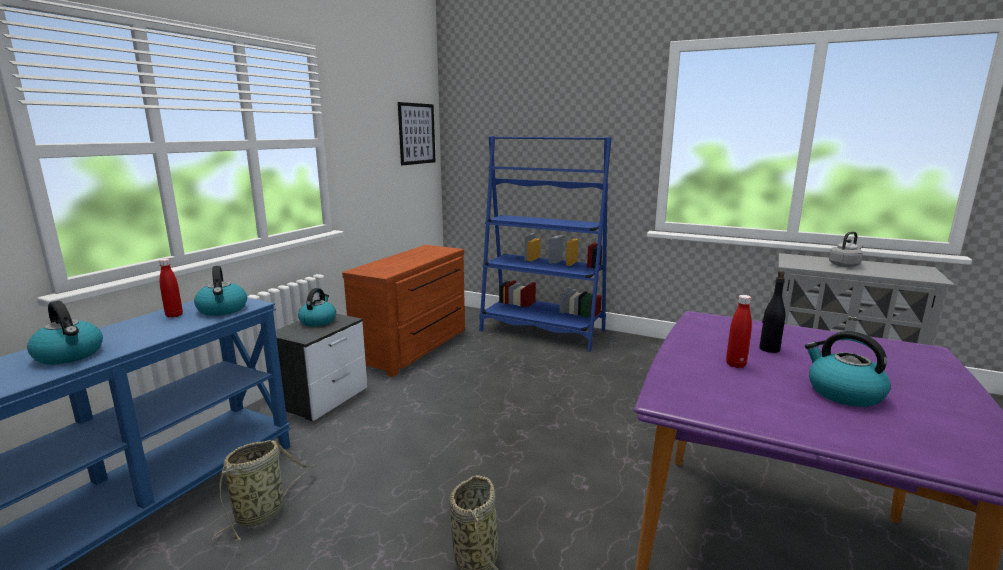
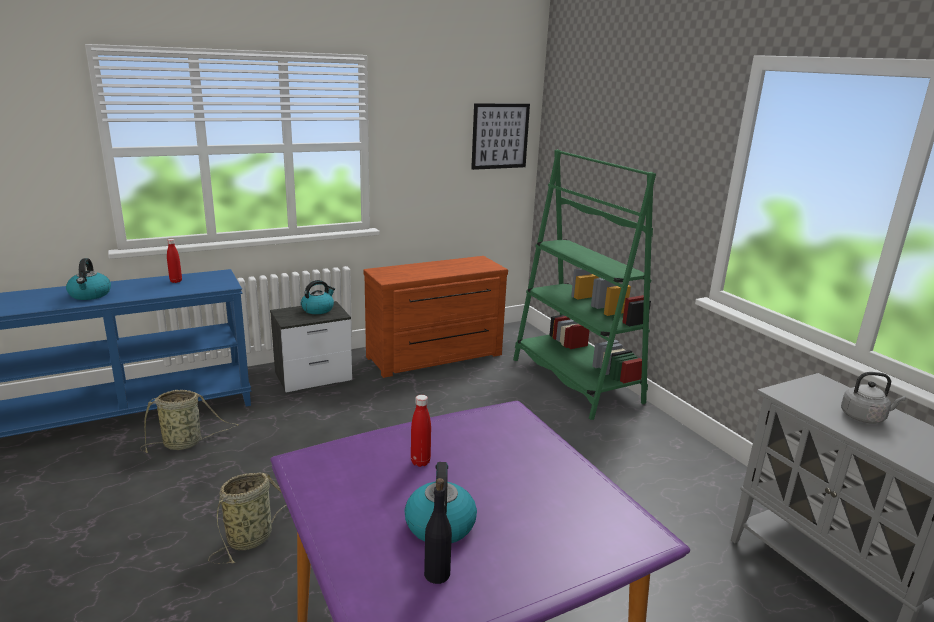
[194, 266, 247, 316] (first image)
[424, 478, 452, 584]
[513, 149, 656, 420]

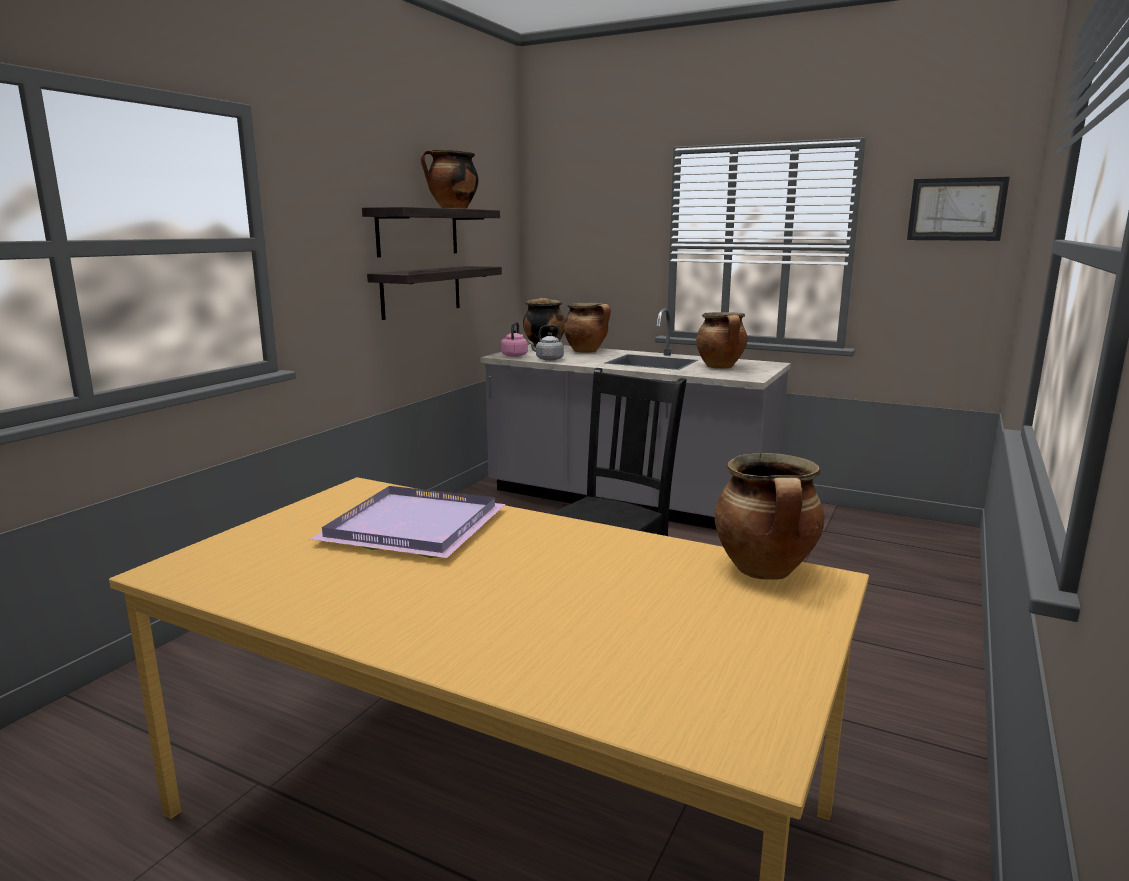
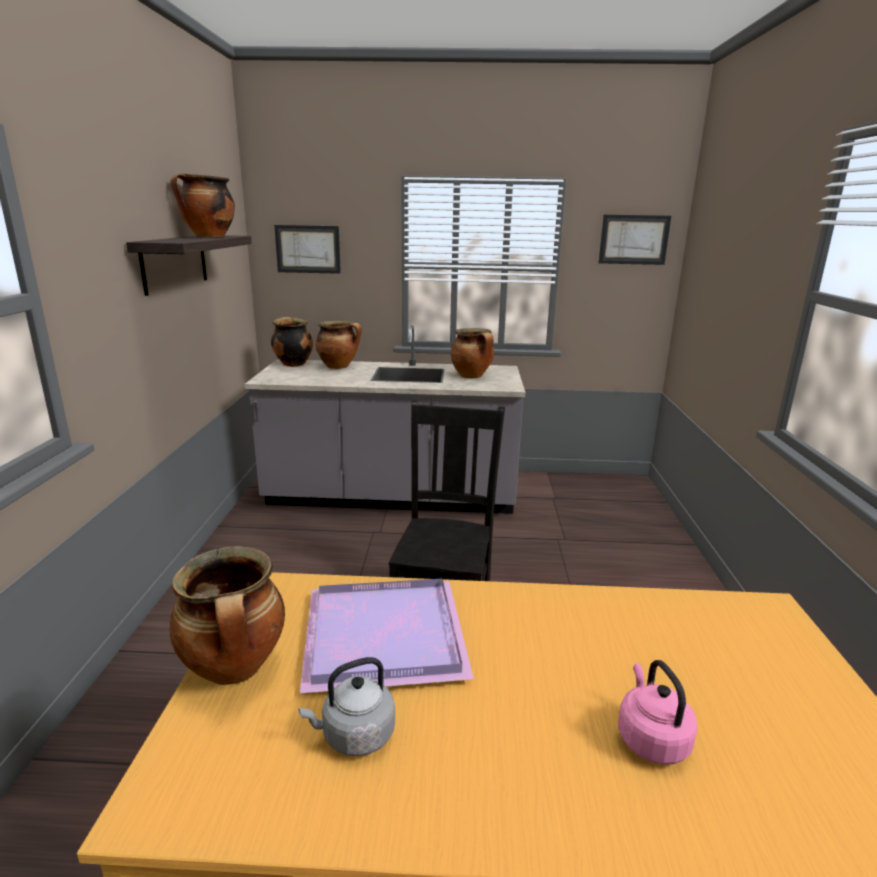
[367, 266, 502, 320] (first image)
[274, 225, 341, 274]
[618, 660, 698, 765]
[299, 657, 395, 756]
[169, 546, 285, 685]

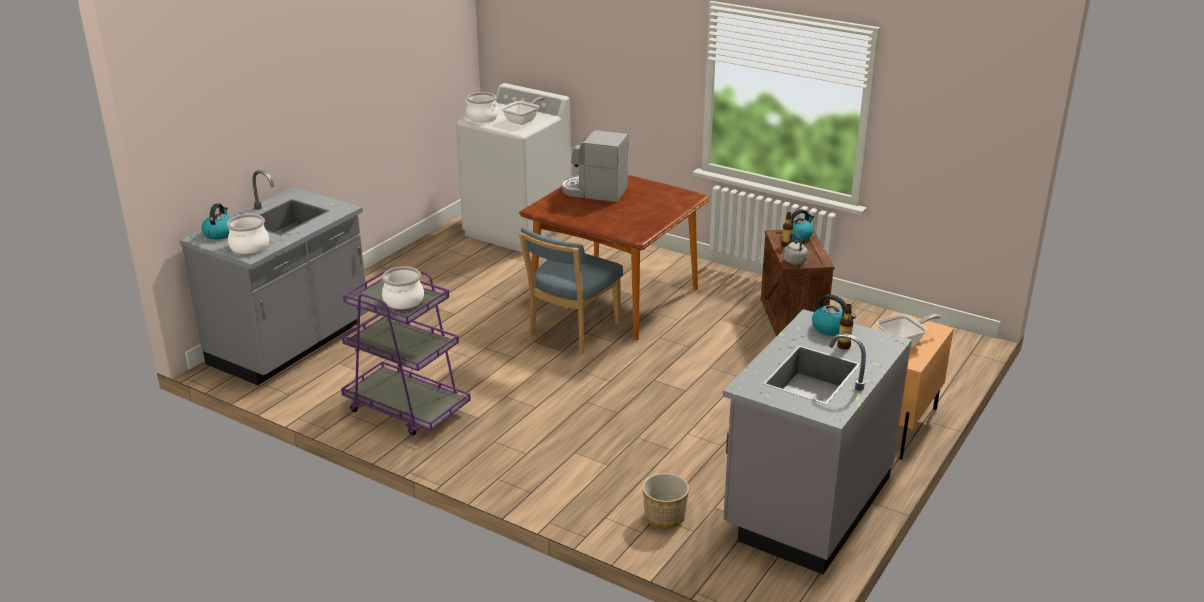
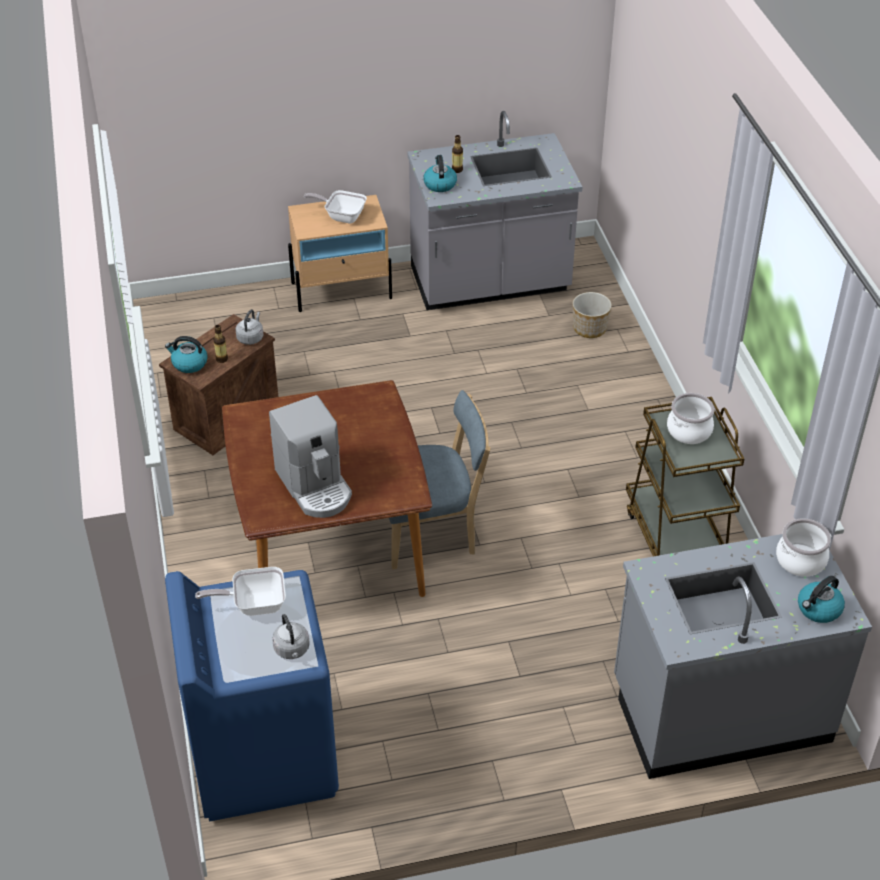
[272, 614, 310, 659]
[626, 397, 745, 556]
[165, 570, 339, 822]

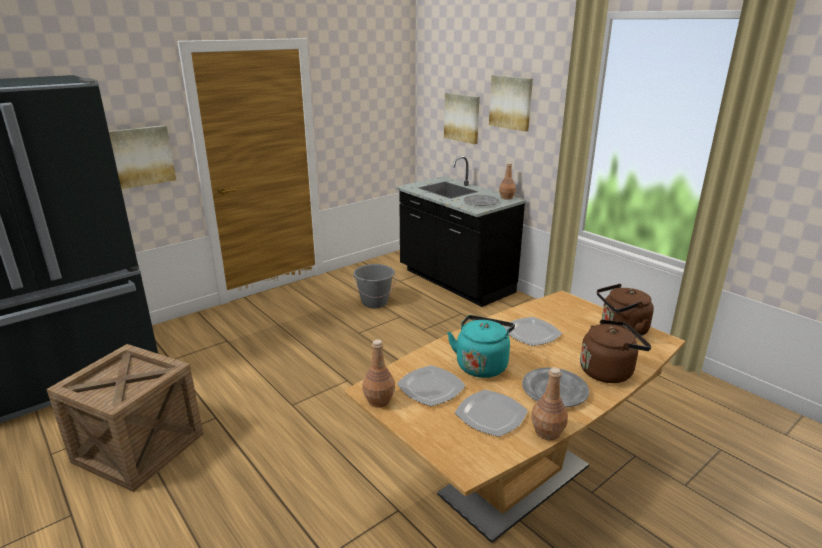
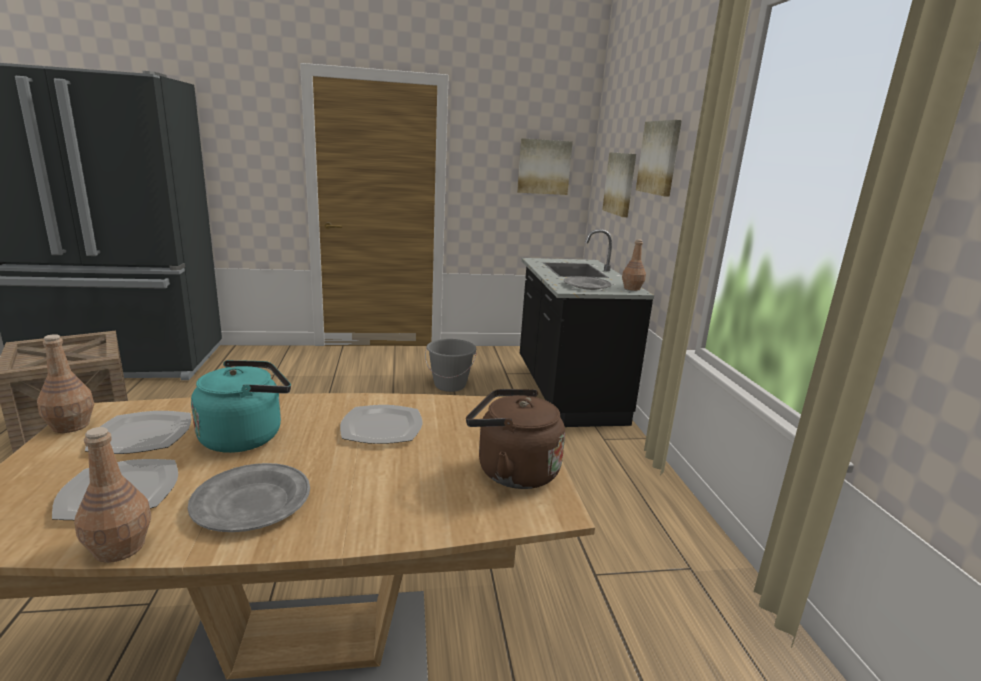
[580, 319, 651, 383] (first image)
[517, 138, 573, 195]

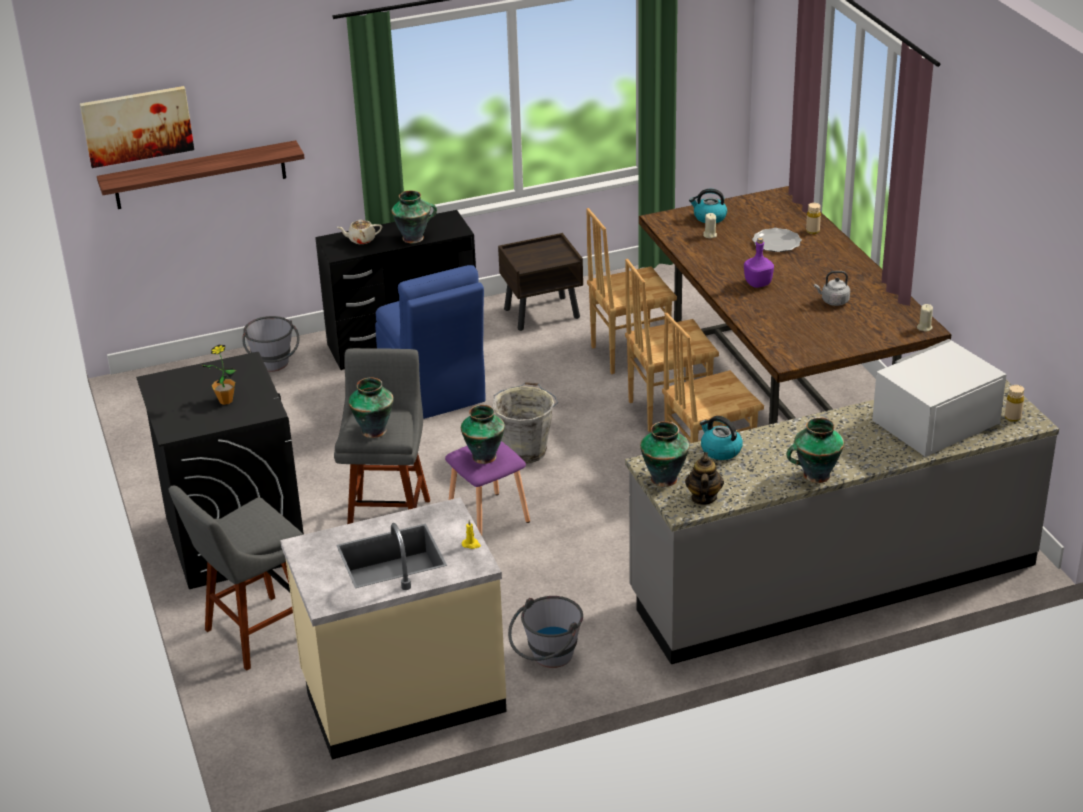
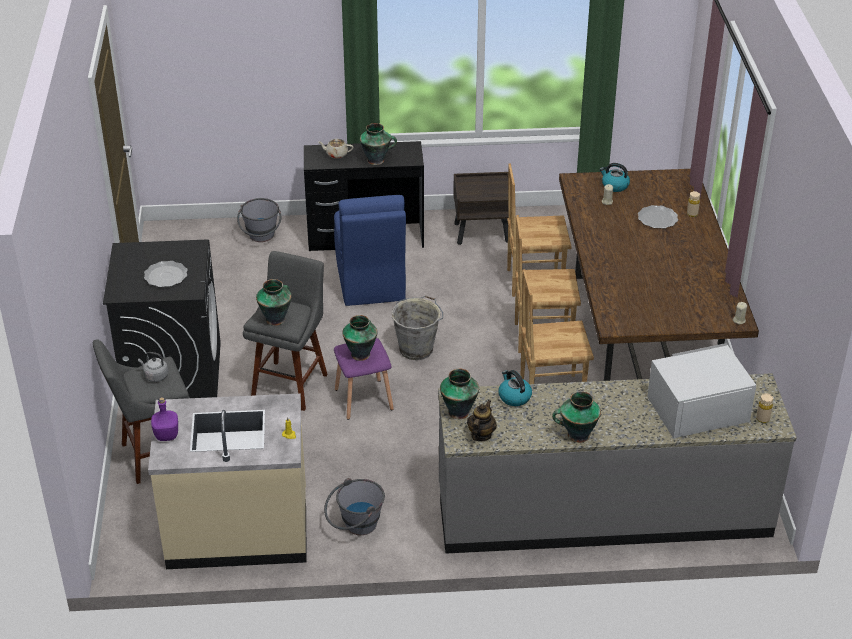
[80, 86, 194, 168] (first image)
[97, 140, 305, 209] (first image)
[151, 397, 178, 441]
[138, 352, 168, 382]
[144, 261, 188, 287]

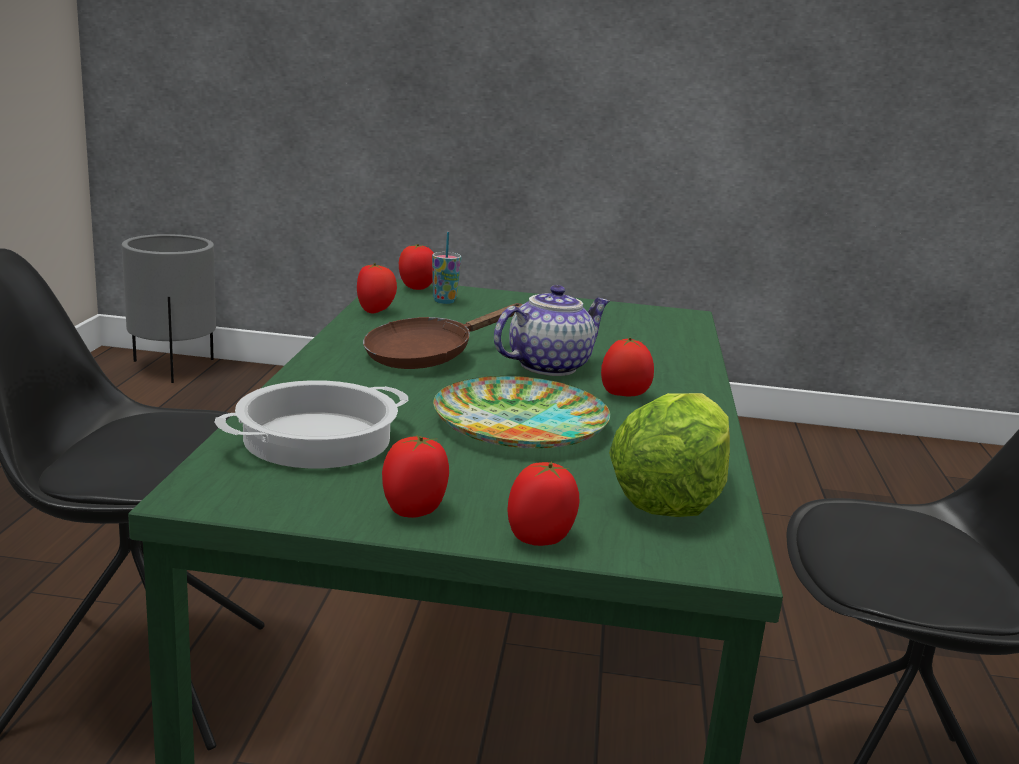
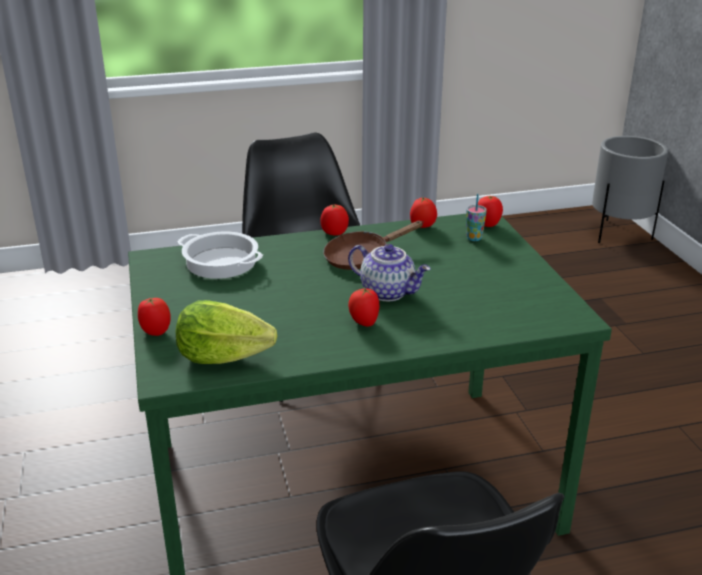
[433, 376, 610, 448] (first image)
[321, 204, 349, 236]
[323, 221, 424, 270]

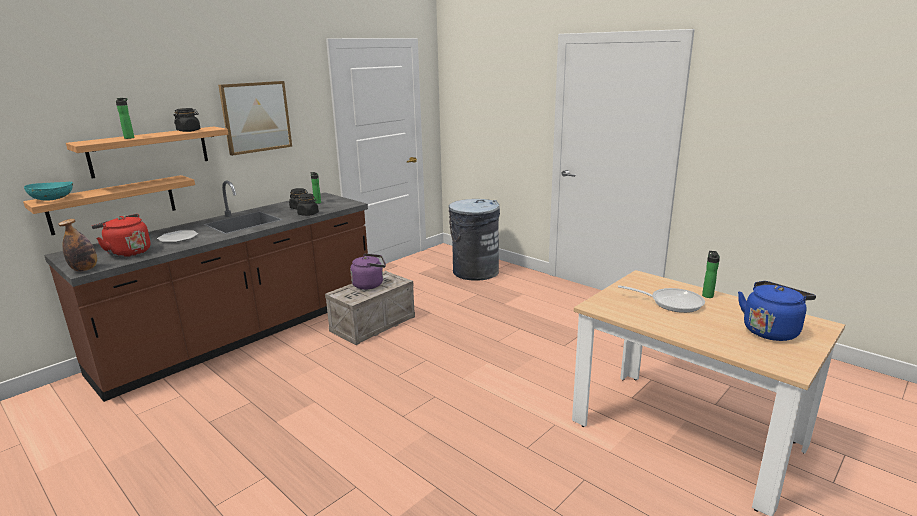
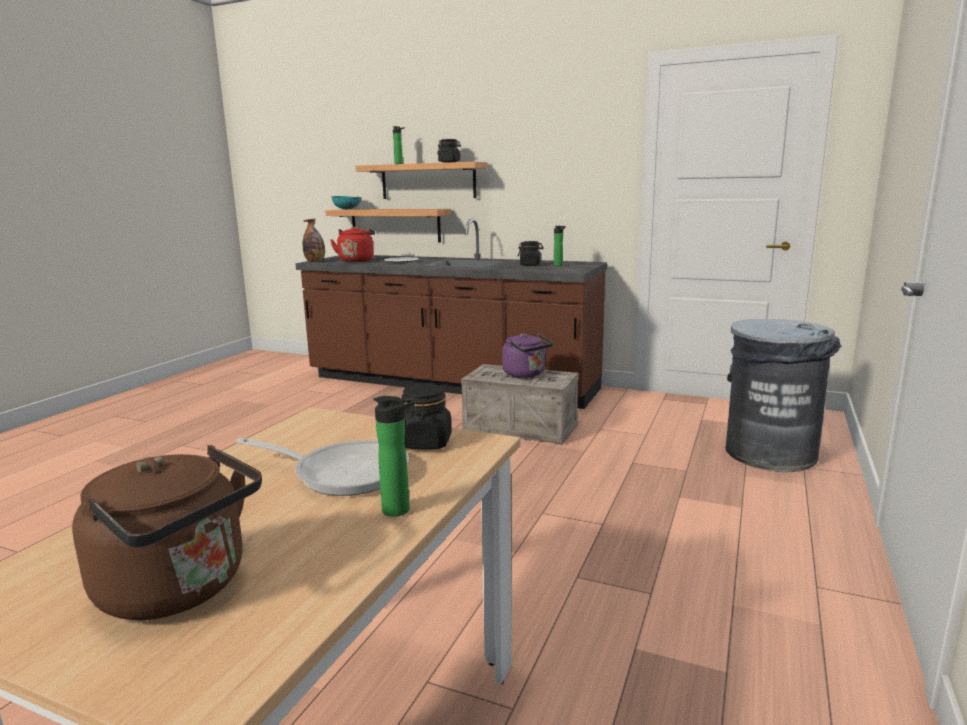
[218, 81, 292, 156] (first image)
[402, 383, 452, 450]
[72, 445, 262, 620]
[236, 438, 409, 496]

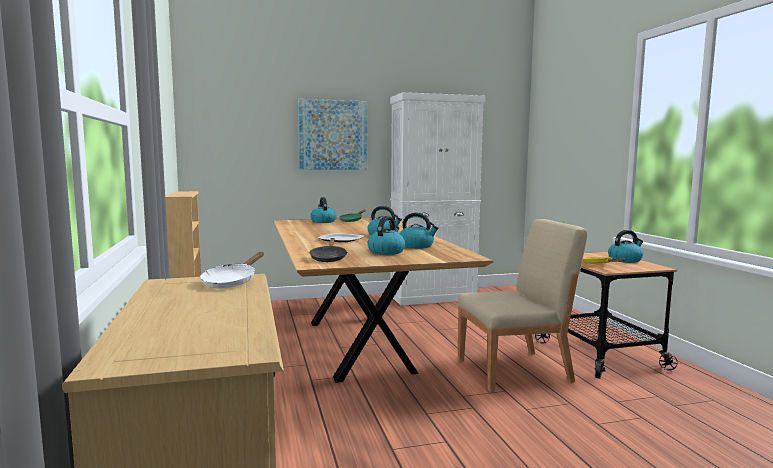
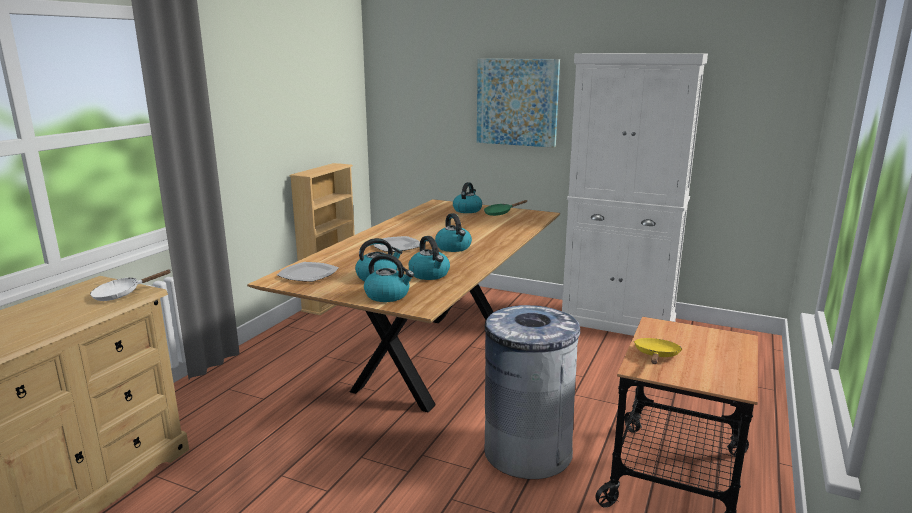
[364, 254, 414, 302]
[277, 262, 338, 282]
[484, 305, 580, 479]

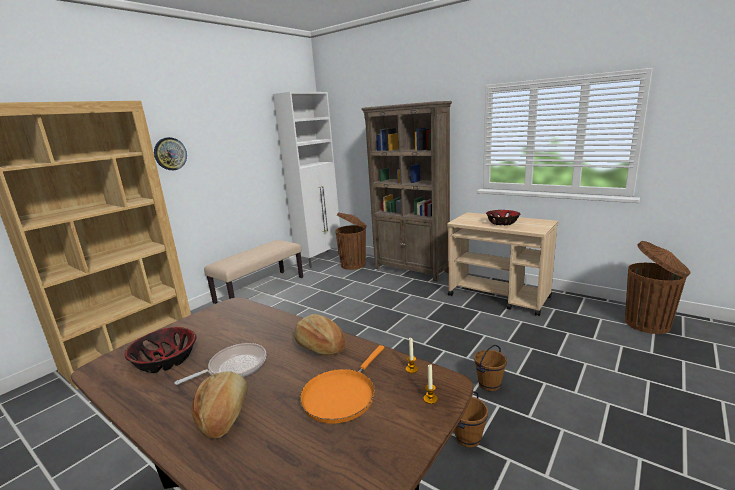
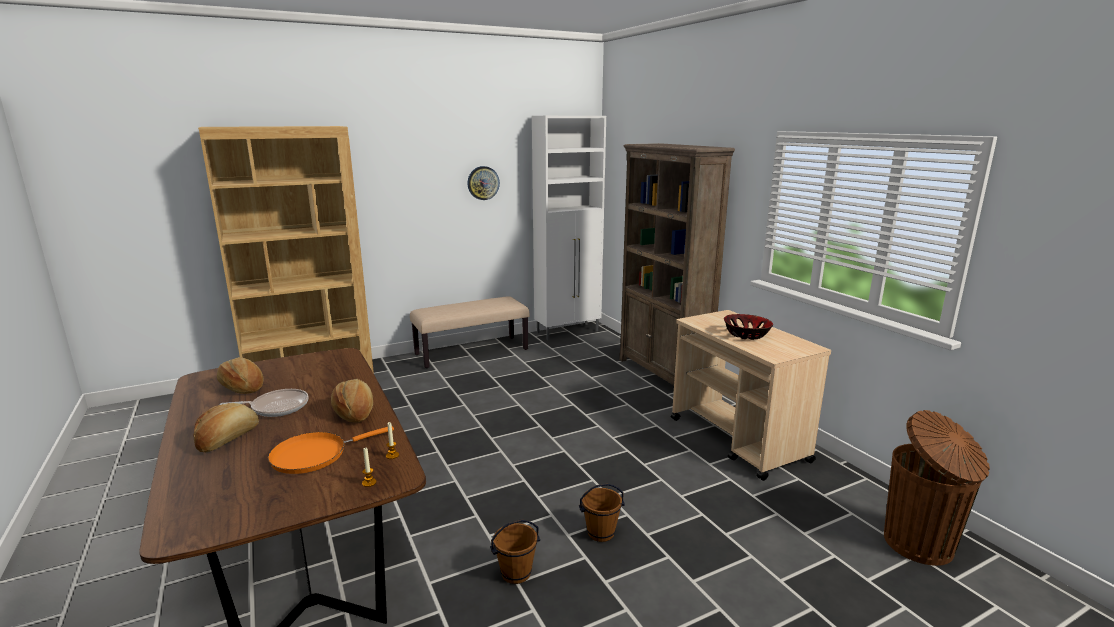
[335, 212, 367, 270] (first image)
[467, 166, 500, 200]
[217, 357, 264, 394]

